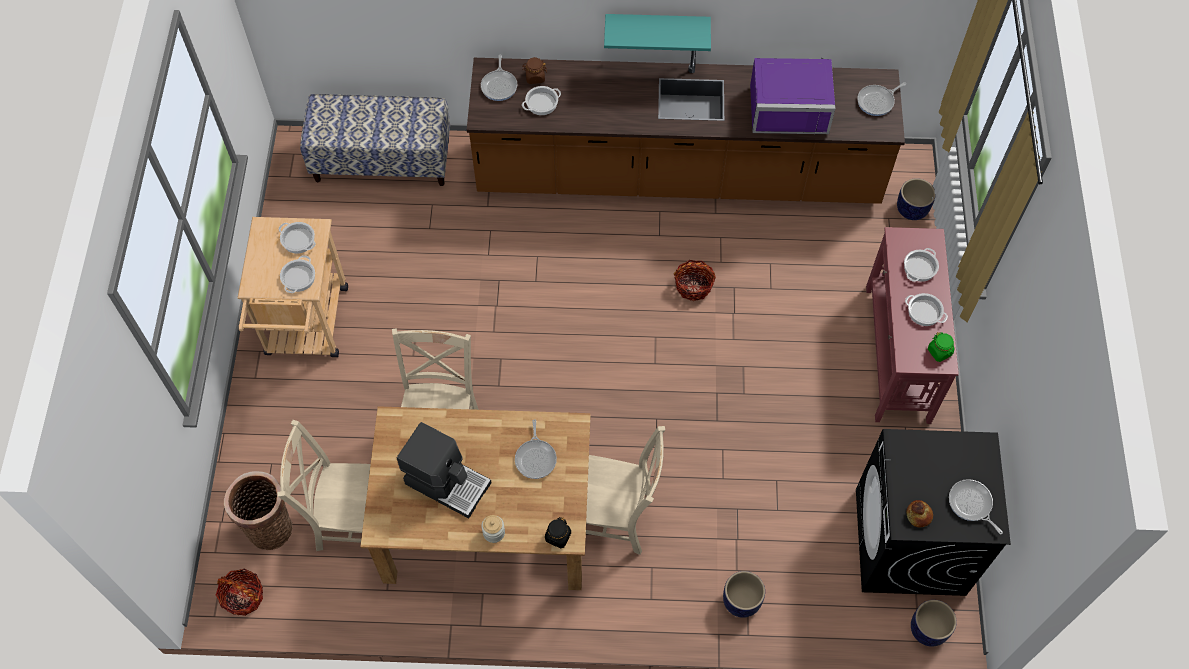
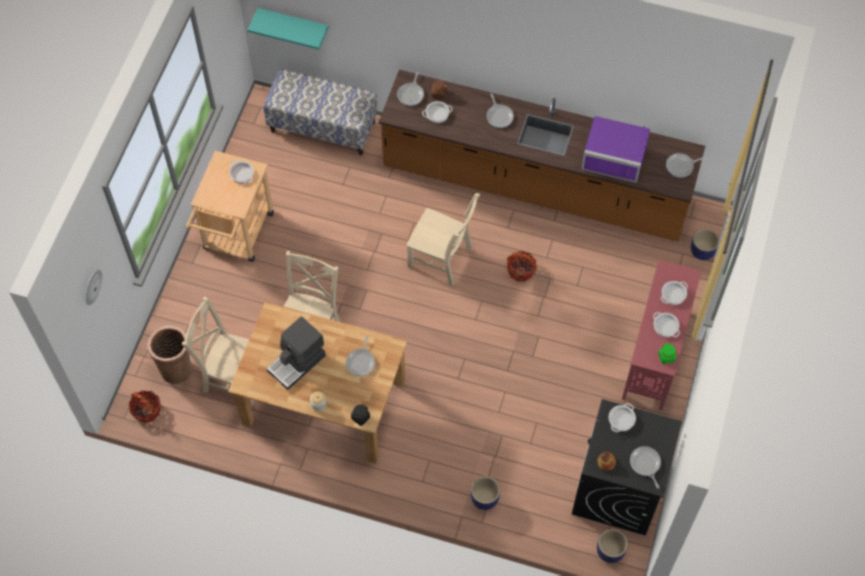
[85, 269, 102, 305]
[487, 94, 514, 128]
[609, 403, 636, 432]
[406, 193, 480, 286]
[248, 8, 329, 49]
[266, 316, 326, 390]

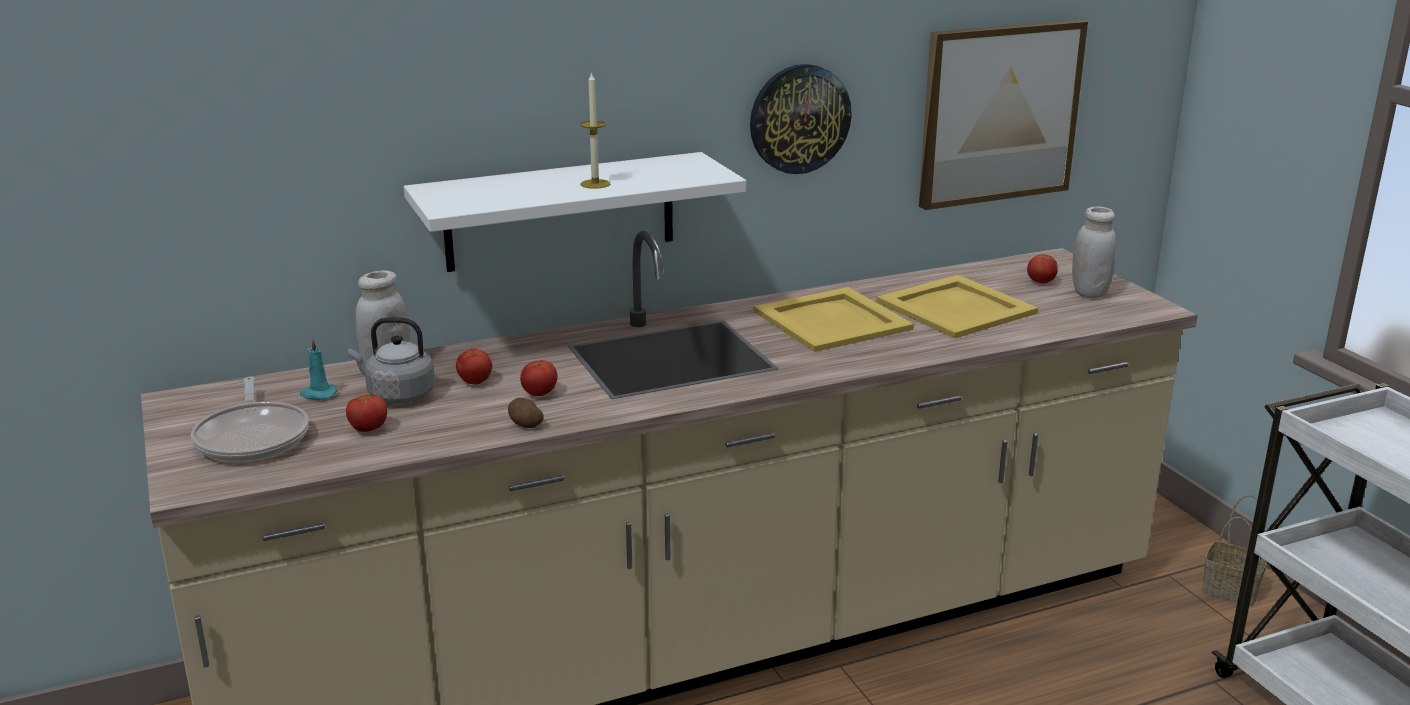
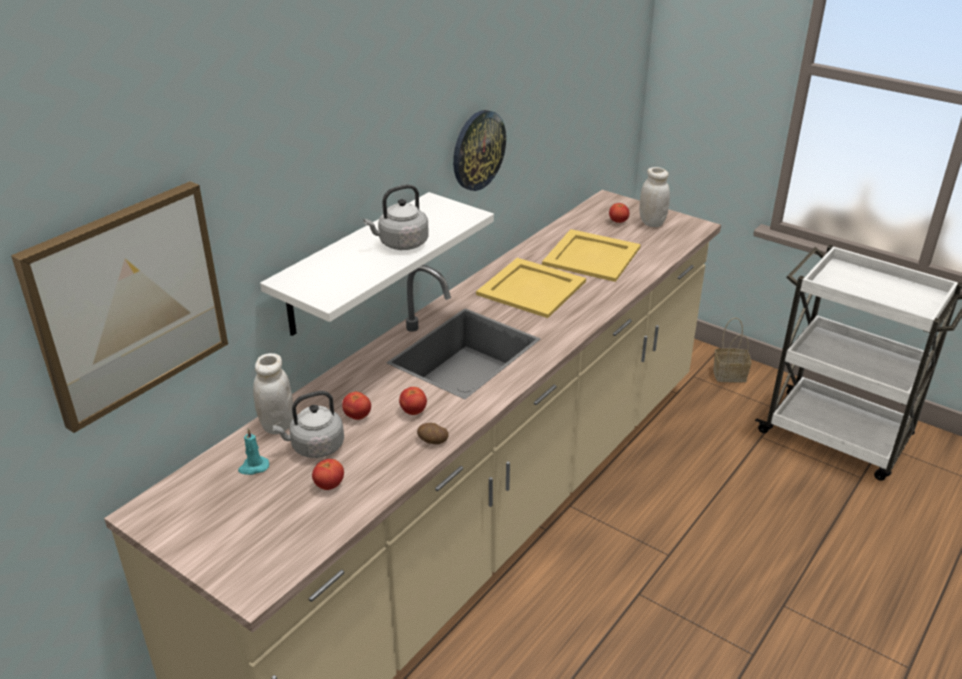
[191, 377, 309, 462] (first image)
[11, 181, 228, 433]
[363, 184, 429, 250]

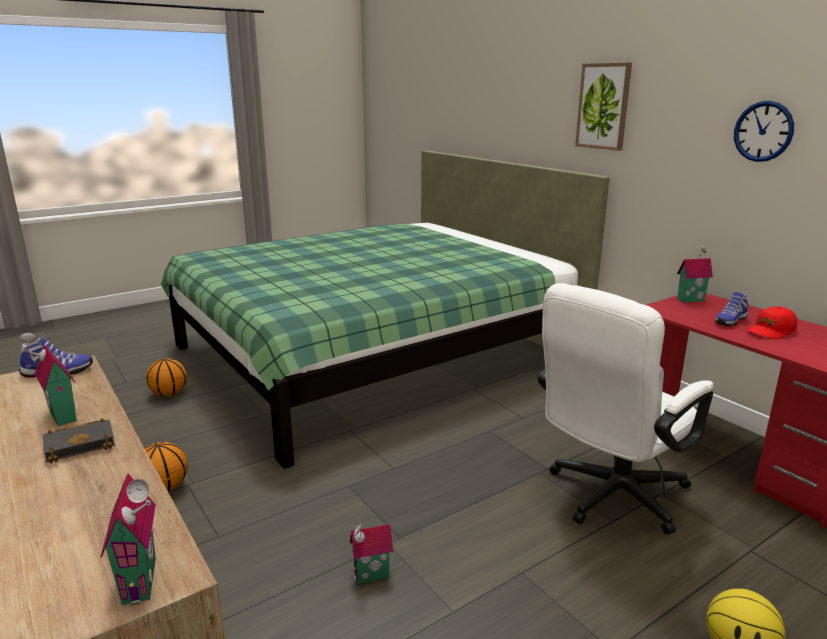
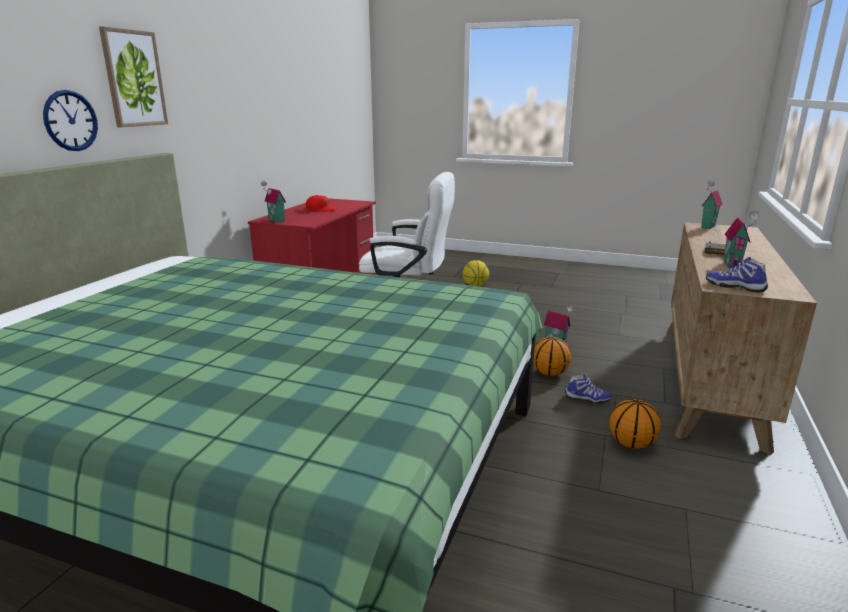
[533, 337, 571, 376]
[565, 374, 612, 404]
[43, 90, 98, 151]

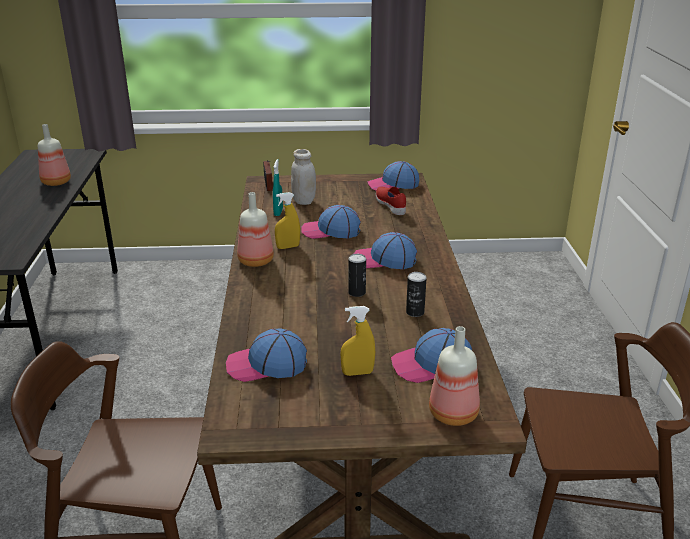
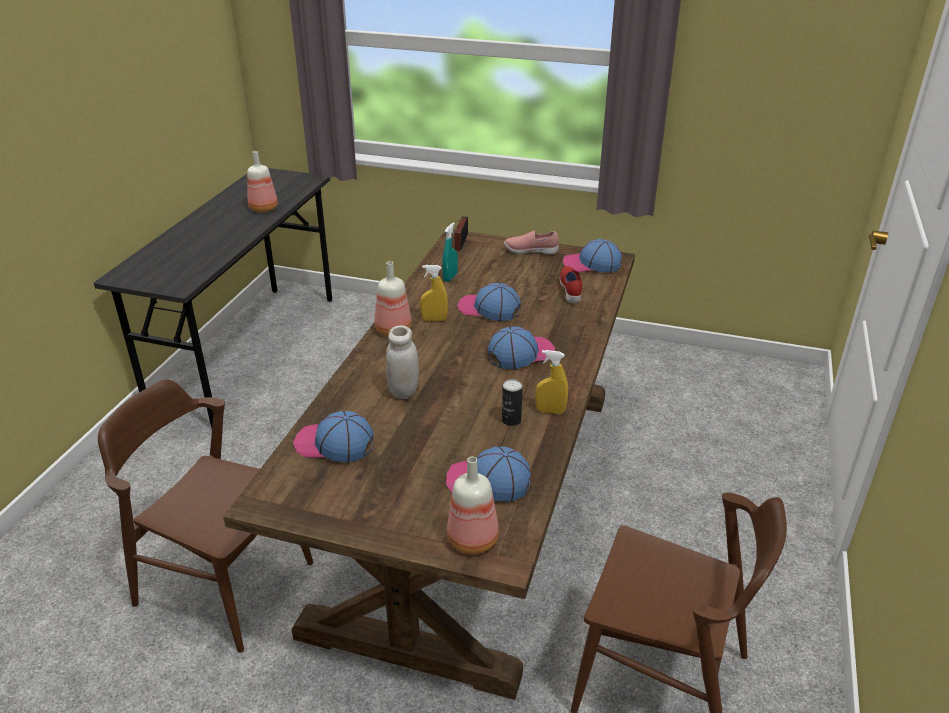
[348, 254, 366, 297] (first image)
[504, 230, 559, 254]
[386, 325, 419, 399]
[535, 350, 568, 414]
[488, 326, 555, 369]

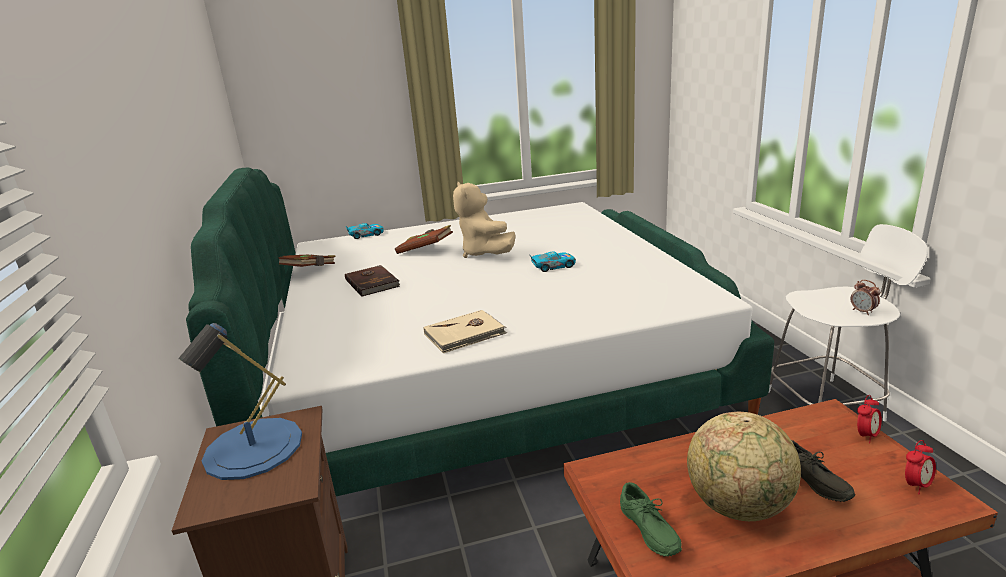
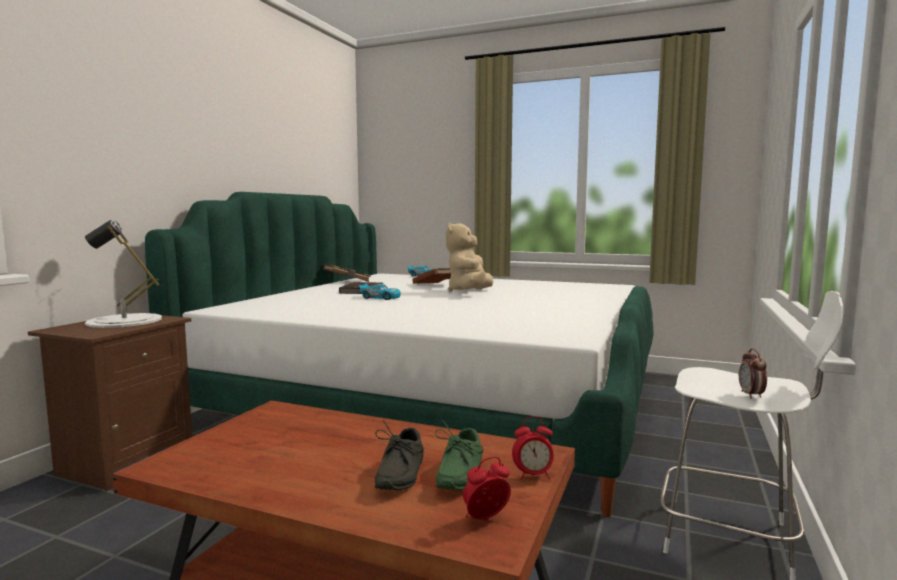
[423, 310, 507, 353] (first image)
[687, 412, 801, 521] (first image)
[359, 283, 401, 300]
[435, 420, 484, 490]
[85, 220, 162, 328]
[463, 457, 511, 522]

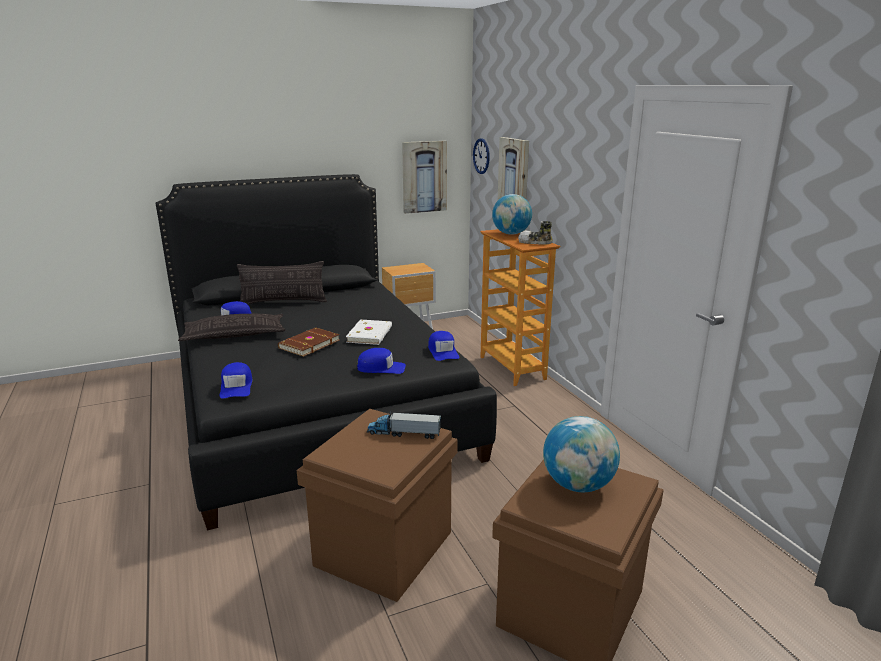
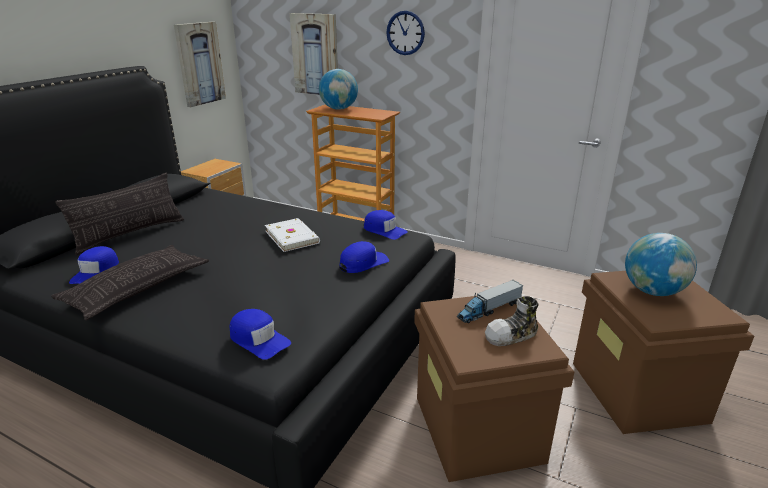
[278, 327, 340, 357] (first image)
[386, 11, 425, 55]
[485, 296, 538, 346]

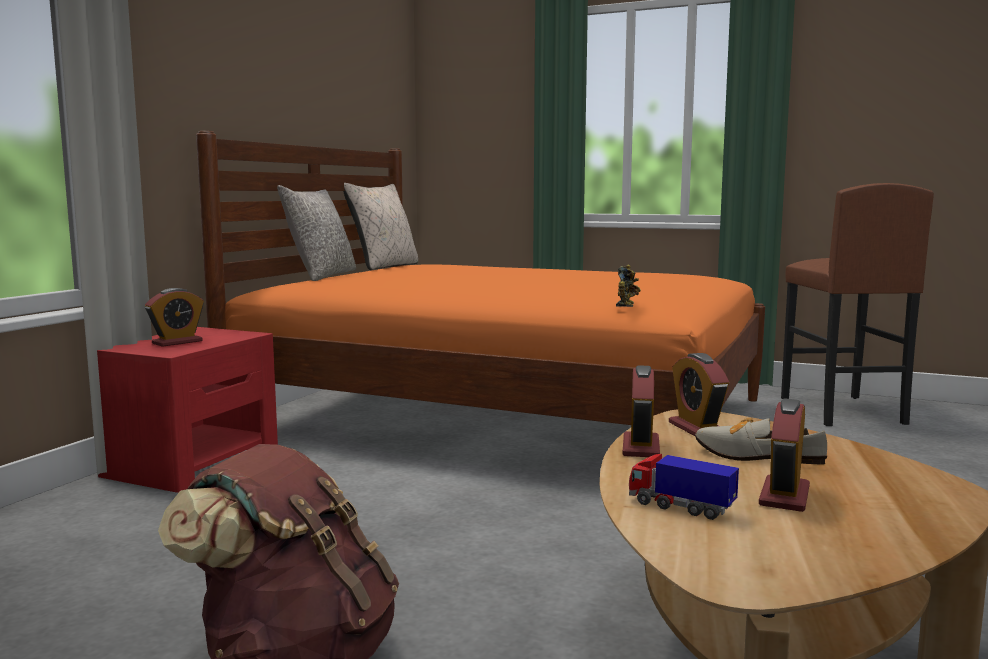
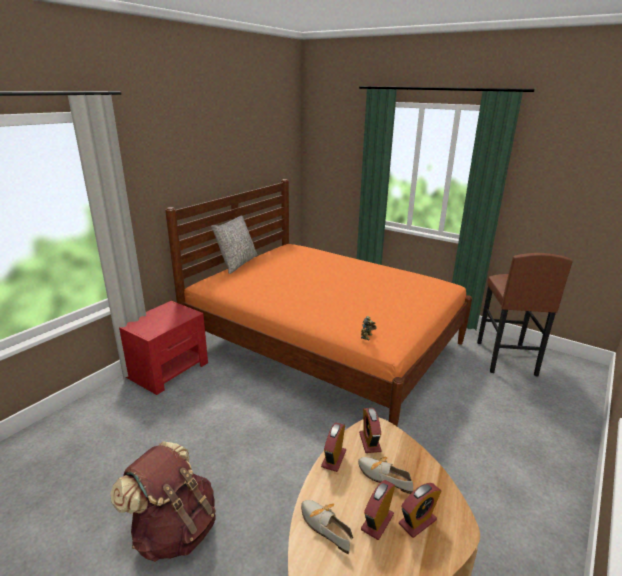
[343, 183, 418, 270] (first image)
[399, 483, 441, 538]
[301, 500, 353, 554]

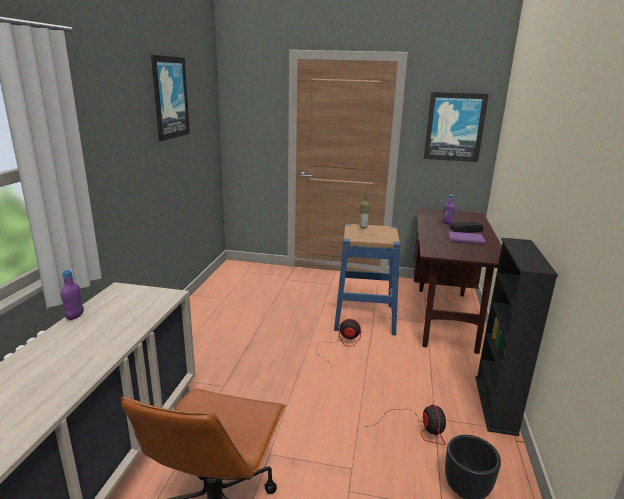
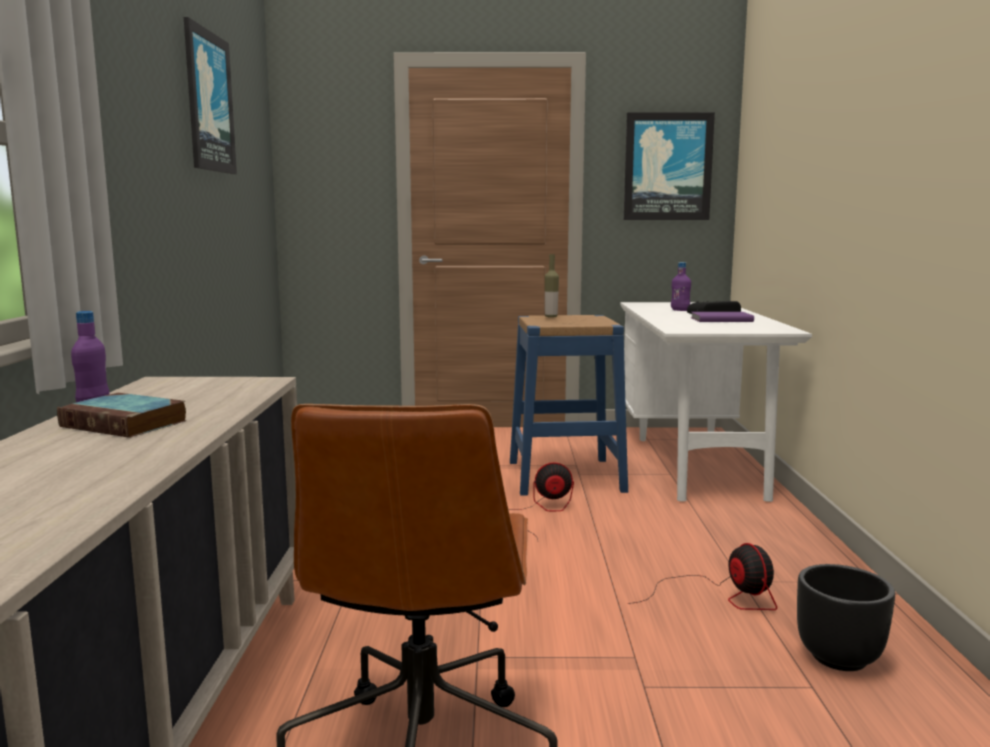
[475, 238, 558, 436] (first image)
[57, 393, 187, 438]
[620, 302, 812, 502]

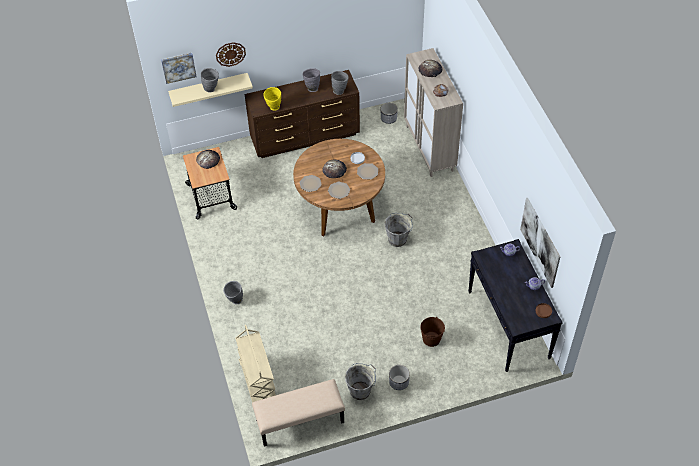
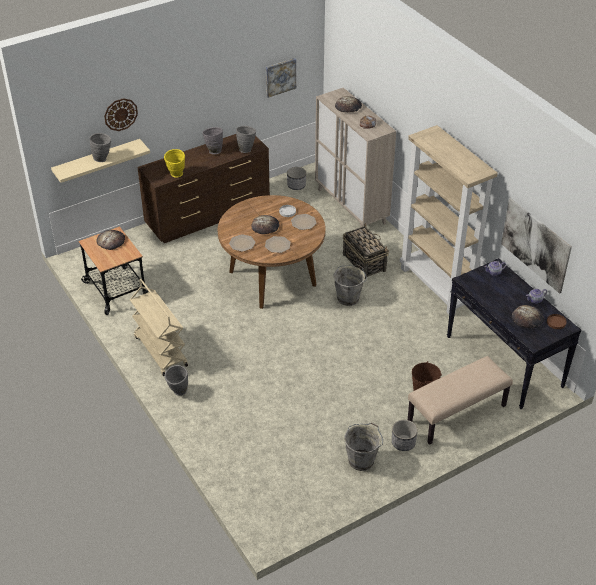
[343, 223, 389, 279]
[400, 125, 498, 314]
[512, 305, 544, 328]
[266, 58, 296, 98]
[130, 279, 188, 376]
[408, 356, 513, 445]

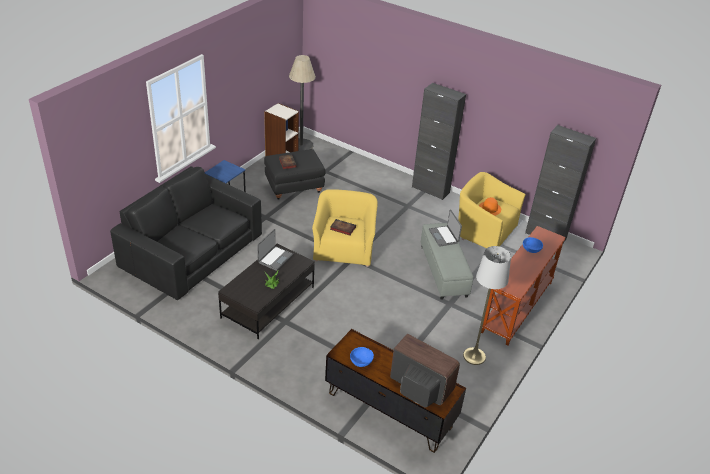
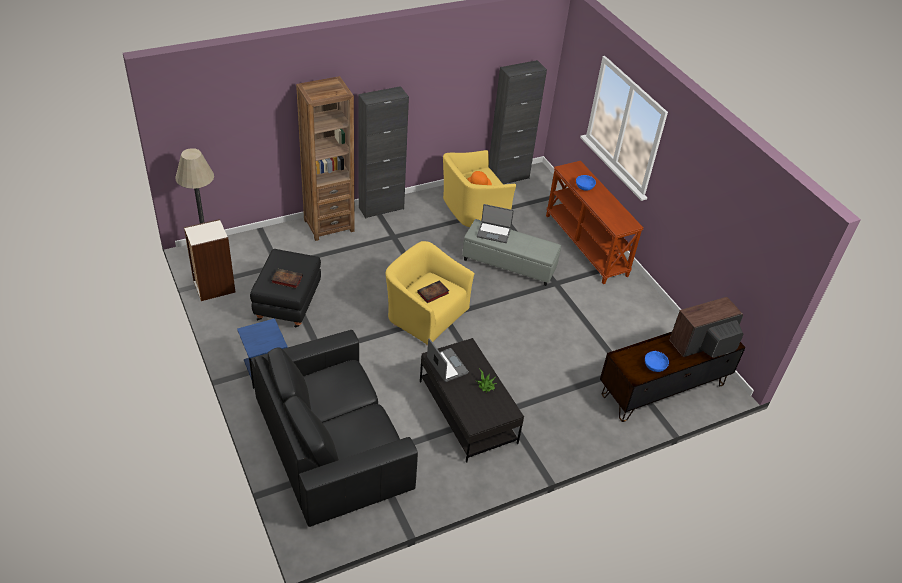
[463, 246, 511, 365] (first image)
[296, 76, 355, 241]

